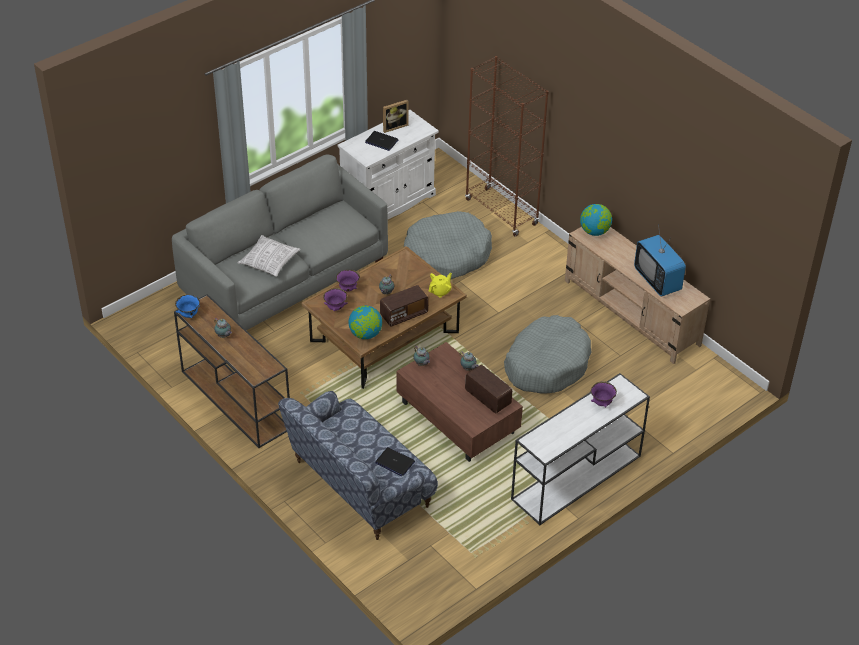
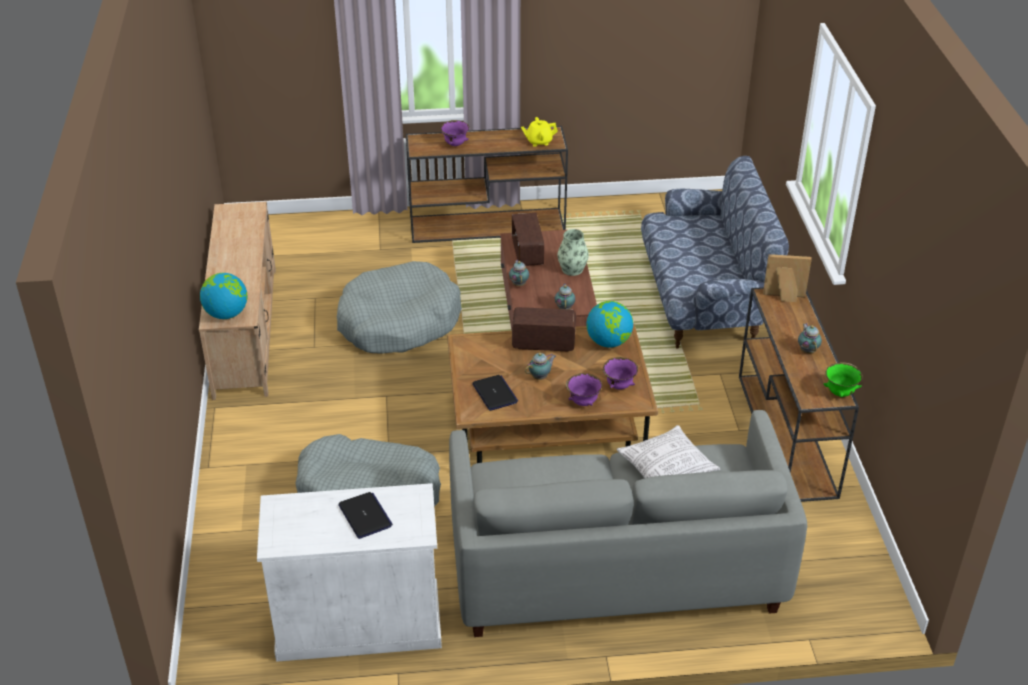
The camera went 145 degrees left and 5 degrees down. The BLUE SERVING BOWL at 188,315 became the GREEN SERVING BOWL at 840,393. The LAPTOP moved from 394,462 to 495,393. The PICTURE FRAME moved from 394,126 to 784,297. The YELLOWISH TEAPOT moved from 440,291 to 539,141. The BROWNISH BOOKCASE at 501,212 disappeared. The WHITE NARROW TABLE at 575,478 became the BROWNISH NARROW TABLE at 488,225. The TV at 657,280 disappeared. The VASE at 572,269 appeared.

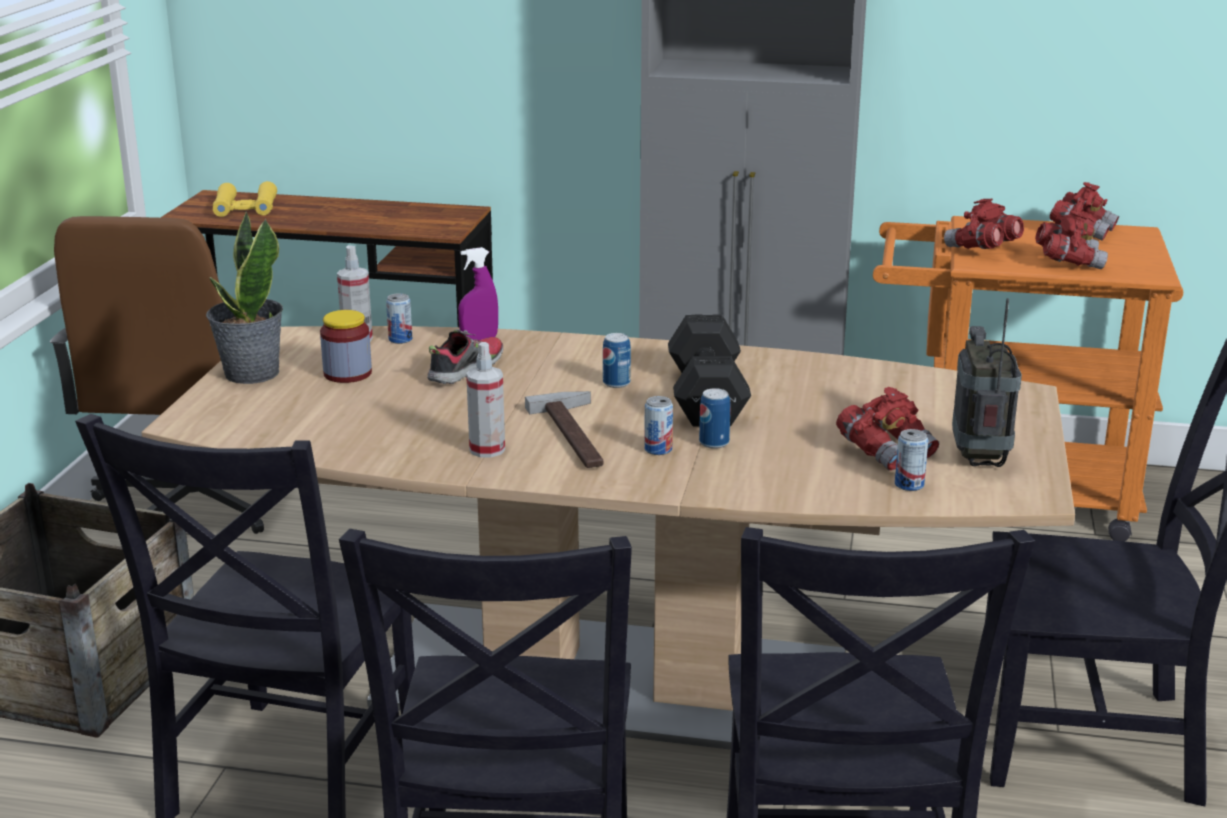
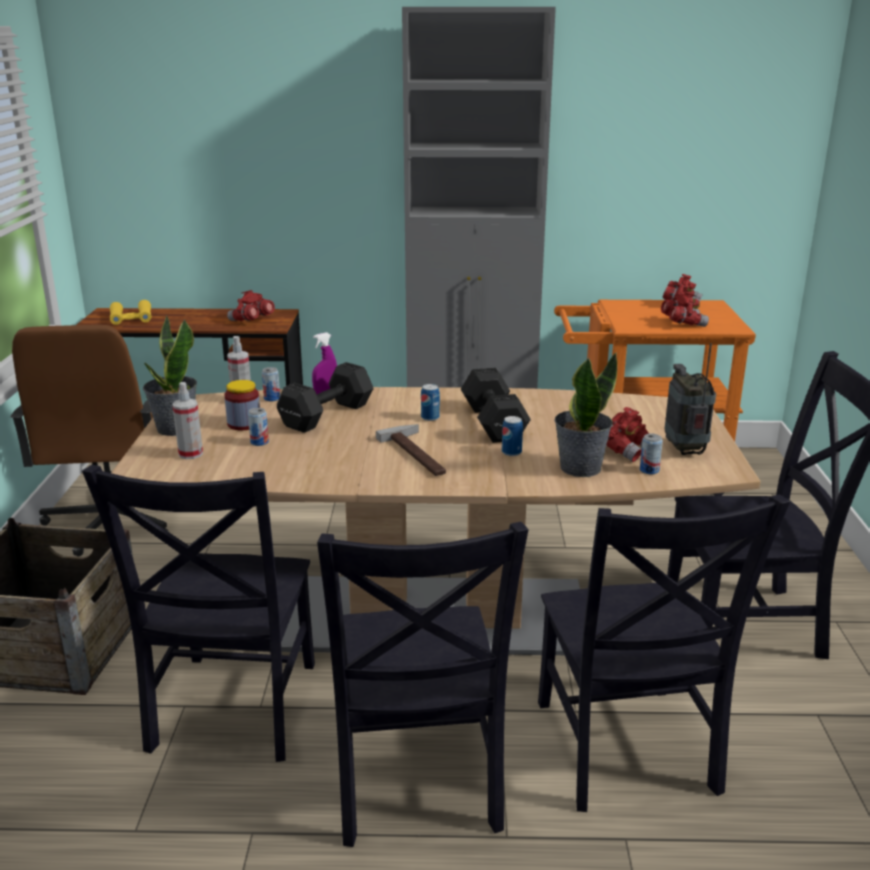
The camera went 10 degrees left and 0 degrees up. The SHOE at 465,370 was replaced by the BLACKISH HAND WEIGHT at 324,416. The SPRAYER moved from 487,450 to 190,454. The CAN moved from 658,449 to 259,442. The RED-COLOURED FIELD GLASSES moved from 982,249 to 251,321. The POTTED PLANT at 579,467 appeared.

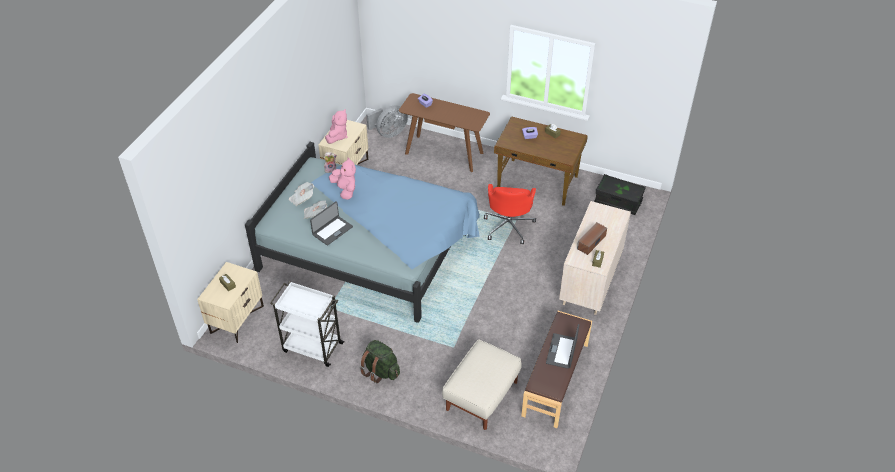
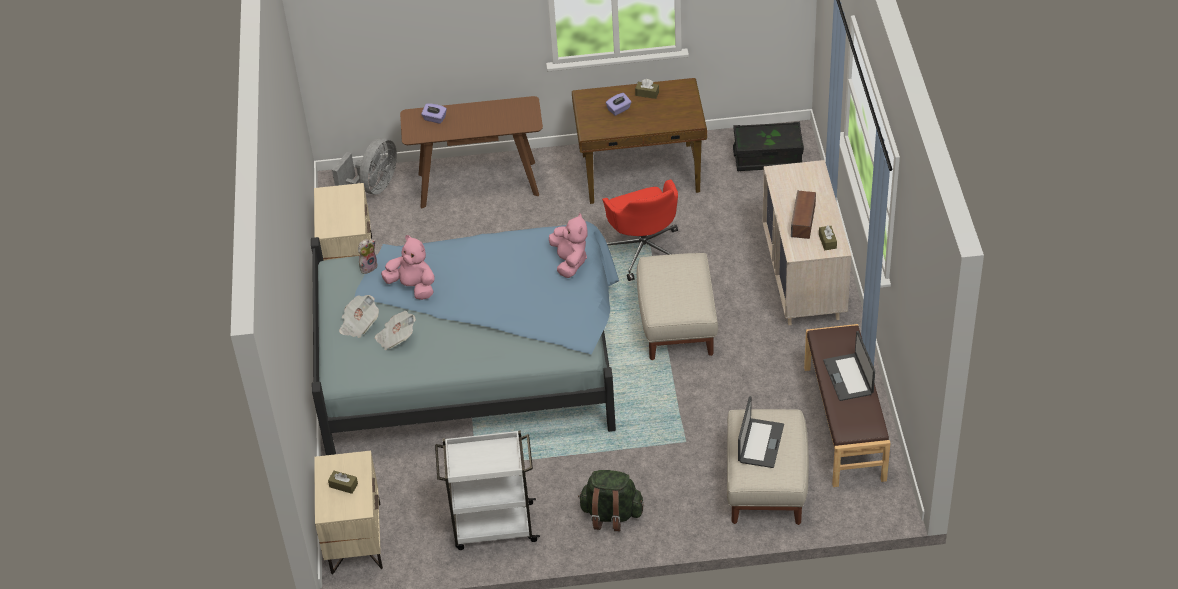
The camera went 25 degrees left and 0 degrees up. The LAPTOP moved from 332,230 to 760,443. The PINK-COLOURED CUDDLY TOY moved from 337,136 to 570,261. The BEIGE-COLOURED OTTOMAN at 676,325 appeared.

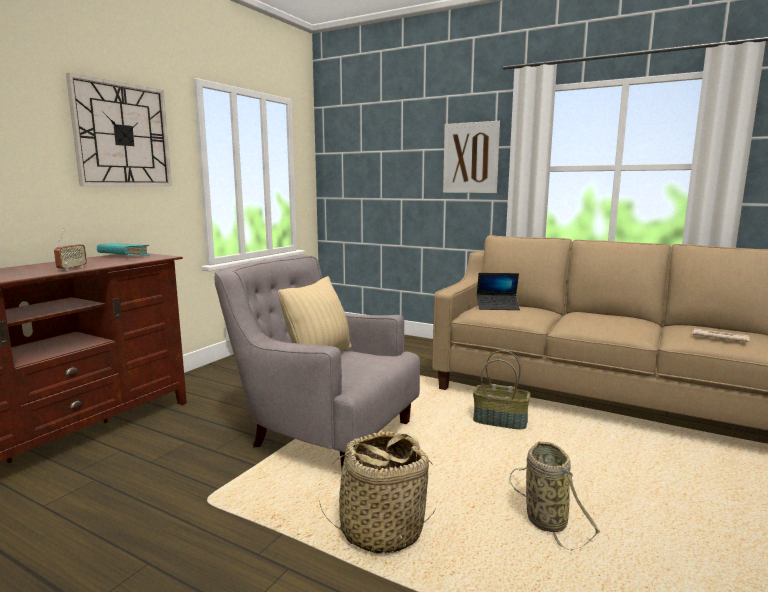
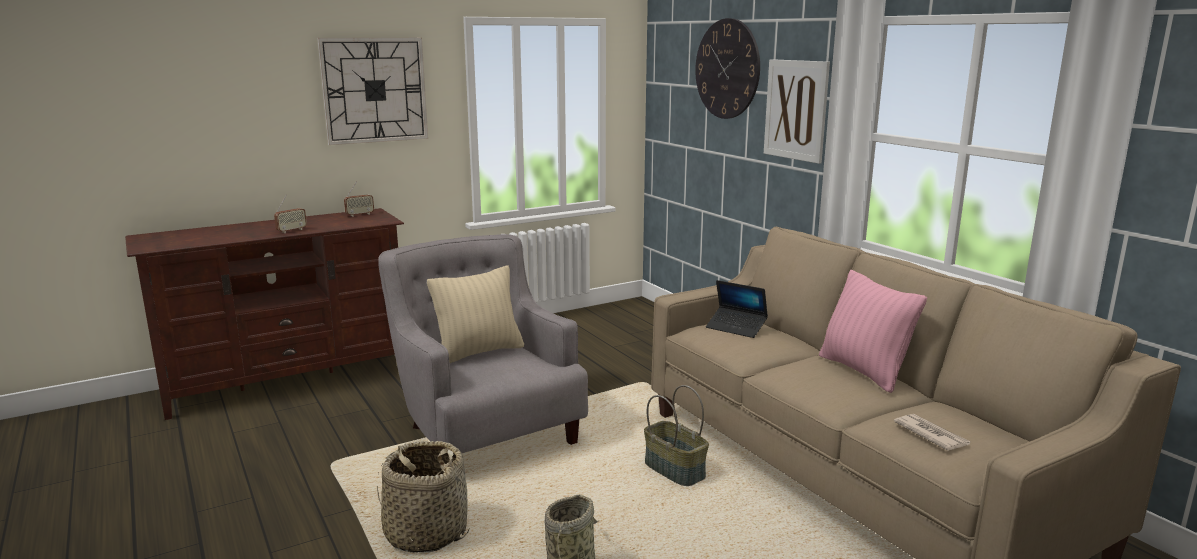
The camera went 30 degrees right and 5 degrees up. The TURQUOISE-COLOURED VOLUME at 124,256 was replaced by the RADIO SET at 360,215. The CLOCK ON THE WALL at 727,69 appeared. The PINK-COLOURED CUSHION at 863,371 appeared.

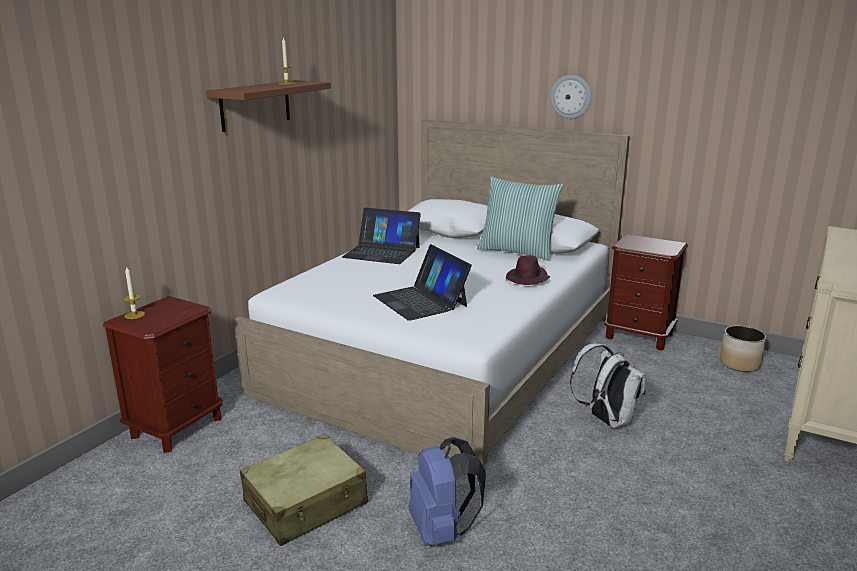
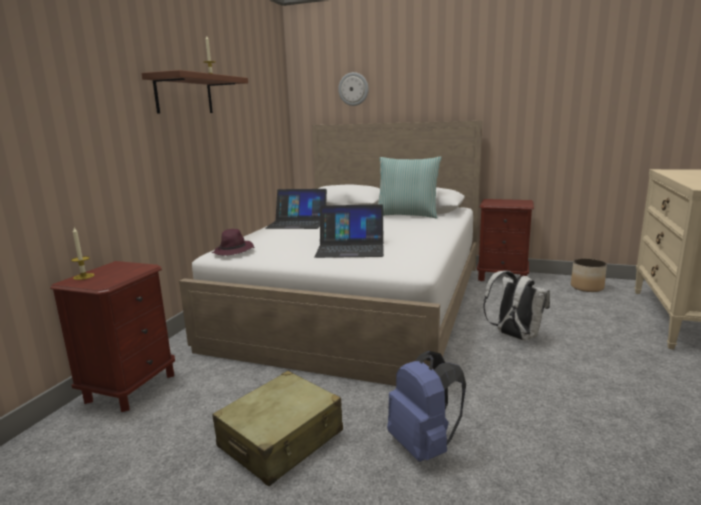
The camera went 10 degrees left and 5 degrees down. The LAPTOP at 420,301 turned 45 degrees counterclockwise. The PURPLISH HAT moved from 527,279 to 233,251. The CLOCK ON THE WALL moved from 571,97 to 353,89.

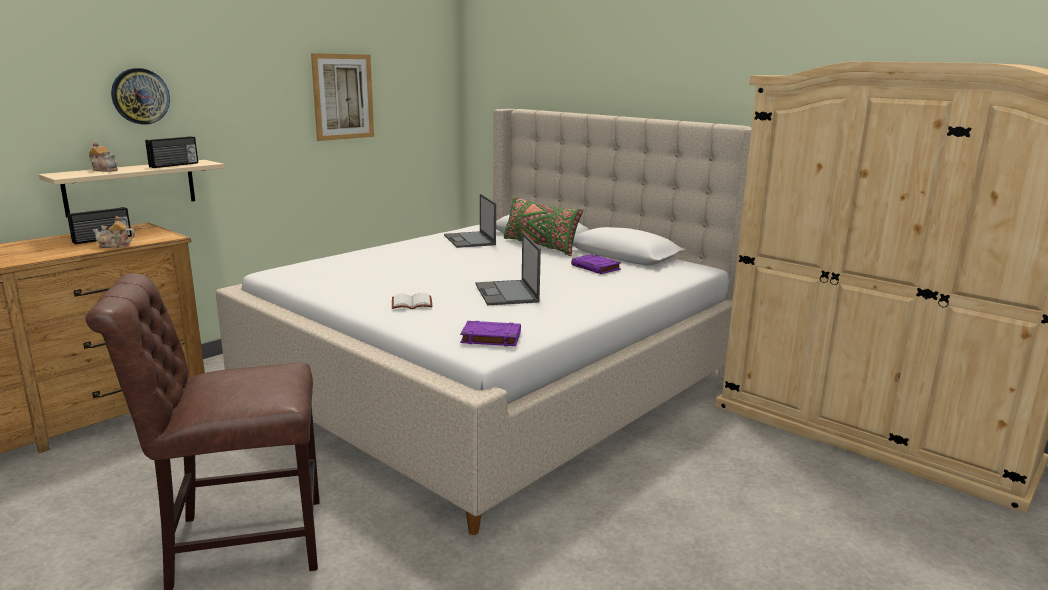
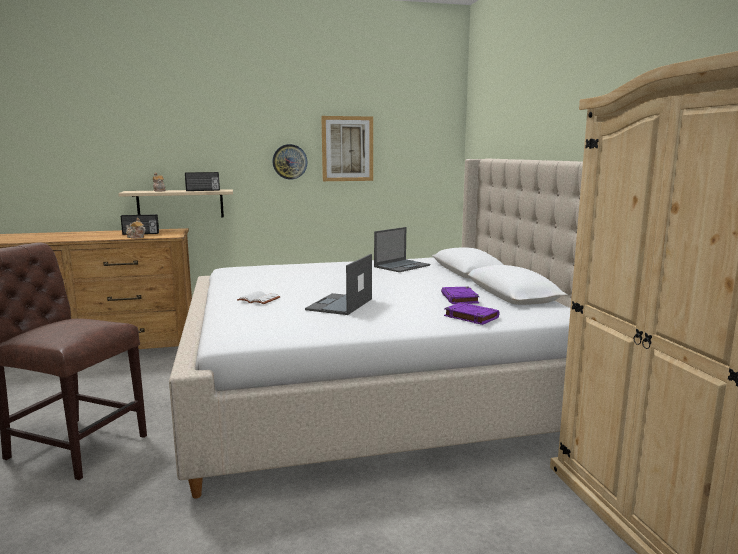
The camera went 35 degrees right and 5 degrees down. The CLOCK ON THE WALL moved from 140,96 to 289,161. The LAPTOP at 470,240 turned 150 degrees counterclockwise. The PURPLISH VOLUME moved from 490,338 to 470,317. The GREEN CUSHION at 540,246 disappeared.

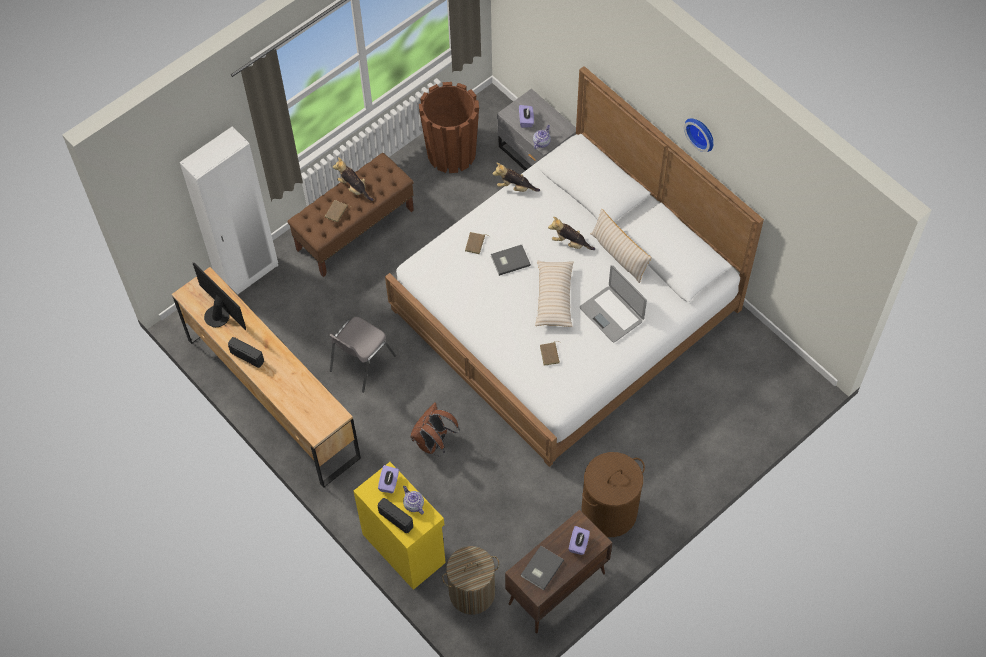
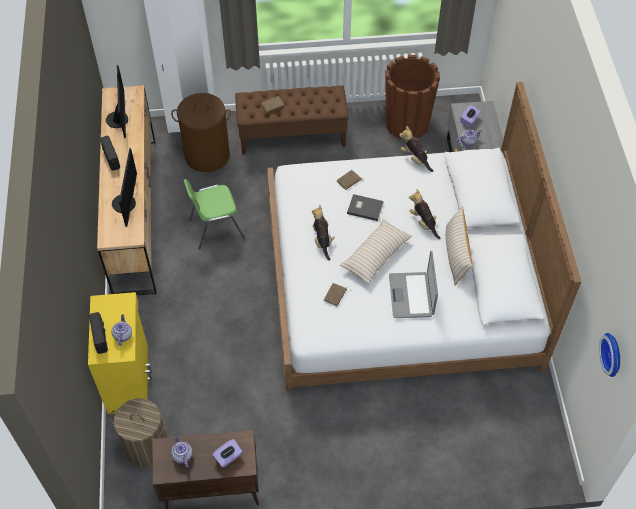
The camera went 35 degrees right and 5 degrees down. The GRAY CHAIR at 361,363 became the GREEN CHAIR at 216,228. The CUDDLY TOY moved from 354,188 to 322,240. The PURPLISH BOX OF TISSUES at 389,483 disappeared. The BROWNISH BACKPACK at 433,443 disappeared. The GRAY VOLUME at 540,568 was replaced by the TEAPOT at 182,455. The BROWNISH WASHING BASKET moved from 609,512 to 207,155. The CLOCK ON THE WALL moved from 701,133 to 613,354. The COMPUTER SCREEN at 126,203 appeared.

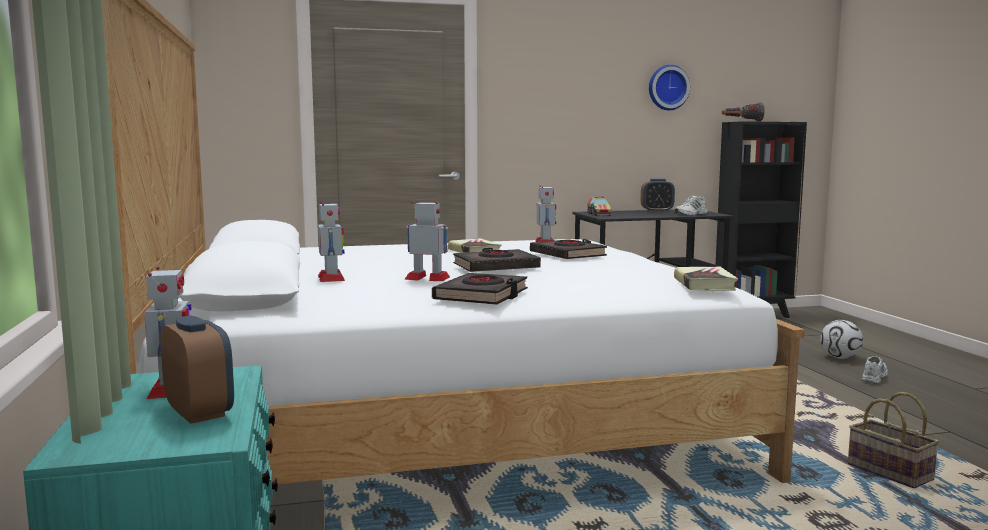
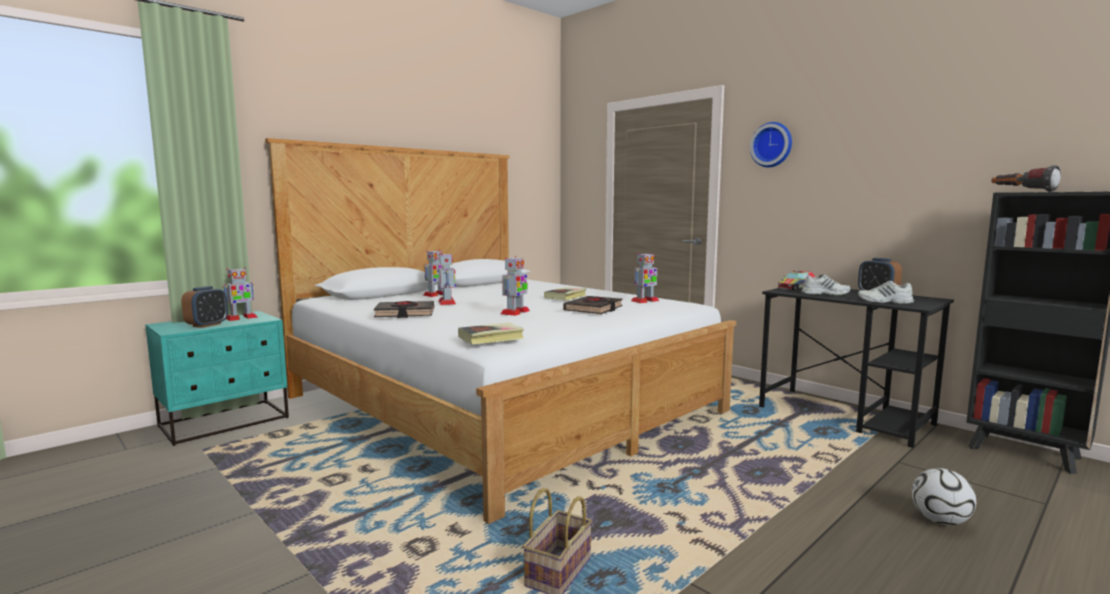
The camera went 60 degrees right and 0 degrees up. The BLACKISH VOLUME at 495,267 disappeared. The CLOCK ON THE WALL moved from 667,87 to 772,145. The WHITE SHOE moved from 873,377 to 825,294. The ROBOT FIGURE at 515,312 appeared.

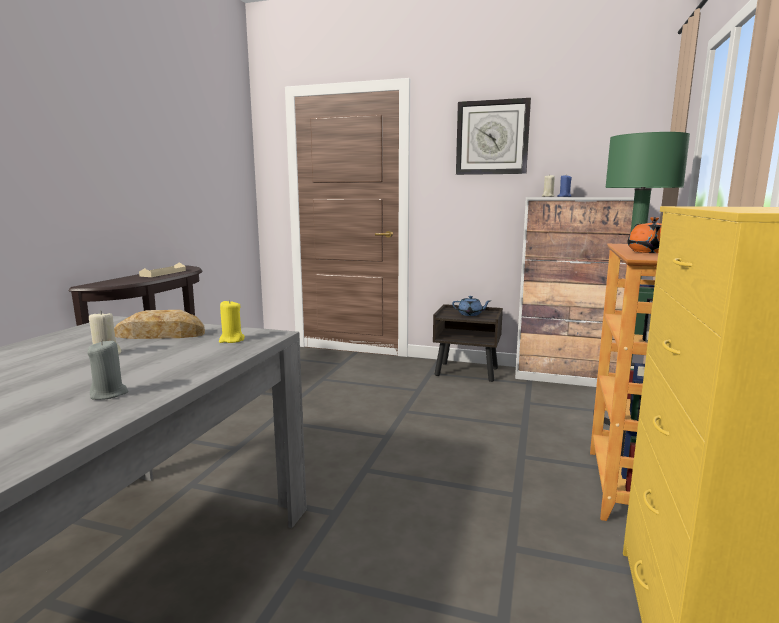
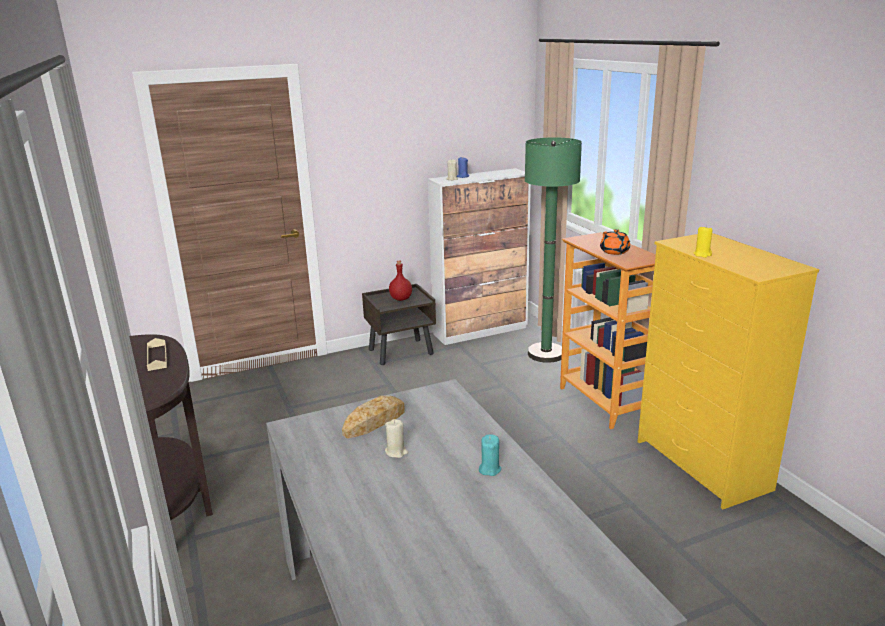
The camera went 40 degrees left and 10 degrees up. The GRAY WAX LIGHT at 109,394 became the TURQUOISE-COLOURED WAX LIGHT at 489,469. The YELLOWISH WAX LIGHT moved from 231,340 to 702,254. The BLUE TEAPOT at 470,314 was replaced by the RED-COLOURED BEVERAGE BOTTLE at 401,299. The CLOCK ON THE WALL at 492,137 disappeared.

